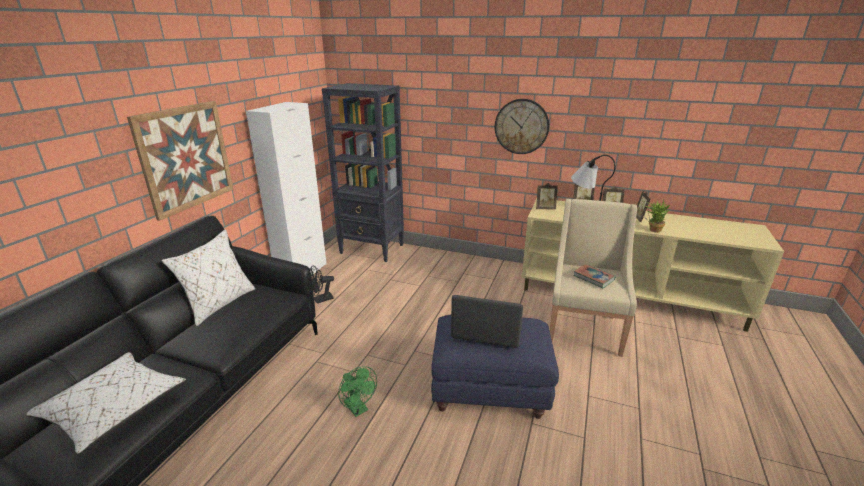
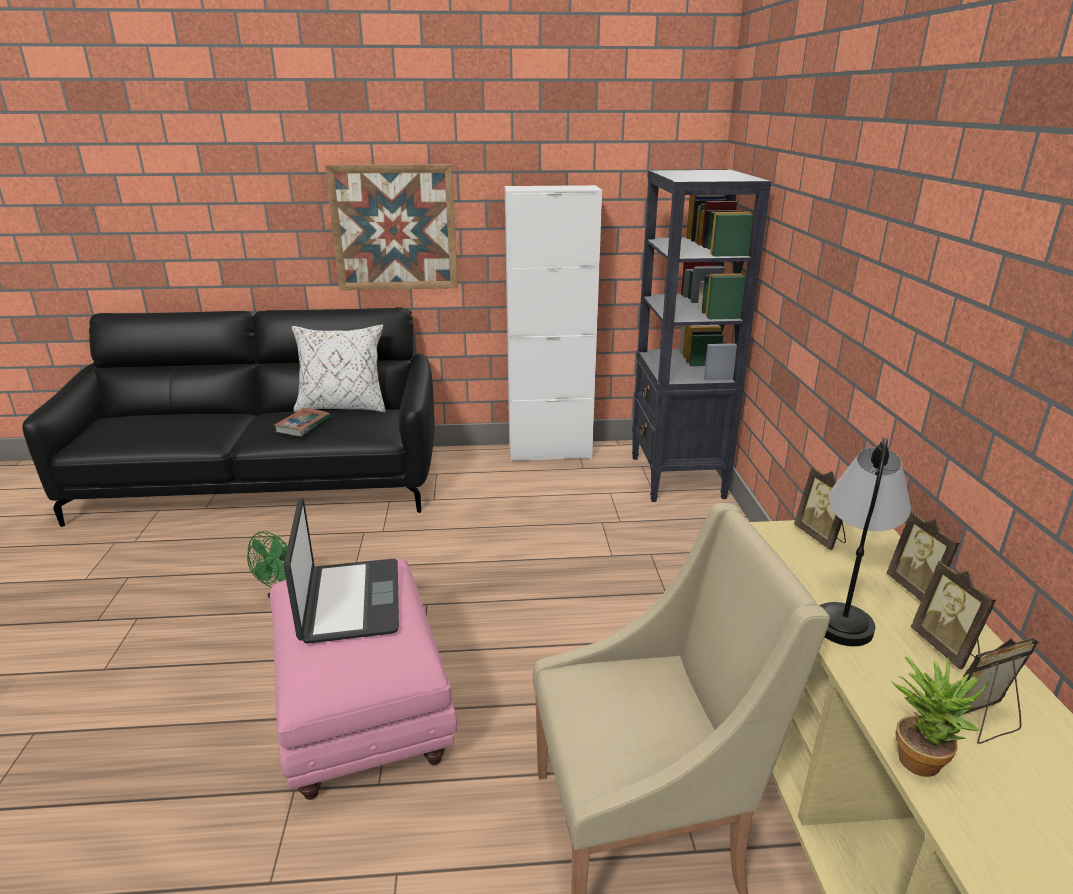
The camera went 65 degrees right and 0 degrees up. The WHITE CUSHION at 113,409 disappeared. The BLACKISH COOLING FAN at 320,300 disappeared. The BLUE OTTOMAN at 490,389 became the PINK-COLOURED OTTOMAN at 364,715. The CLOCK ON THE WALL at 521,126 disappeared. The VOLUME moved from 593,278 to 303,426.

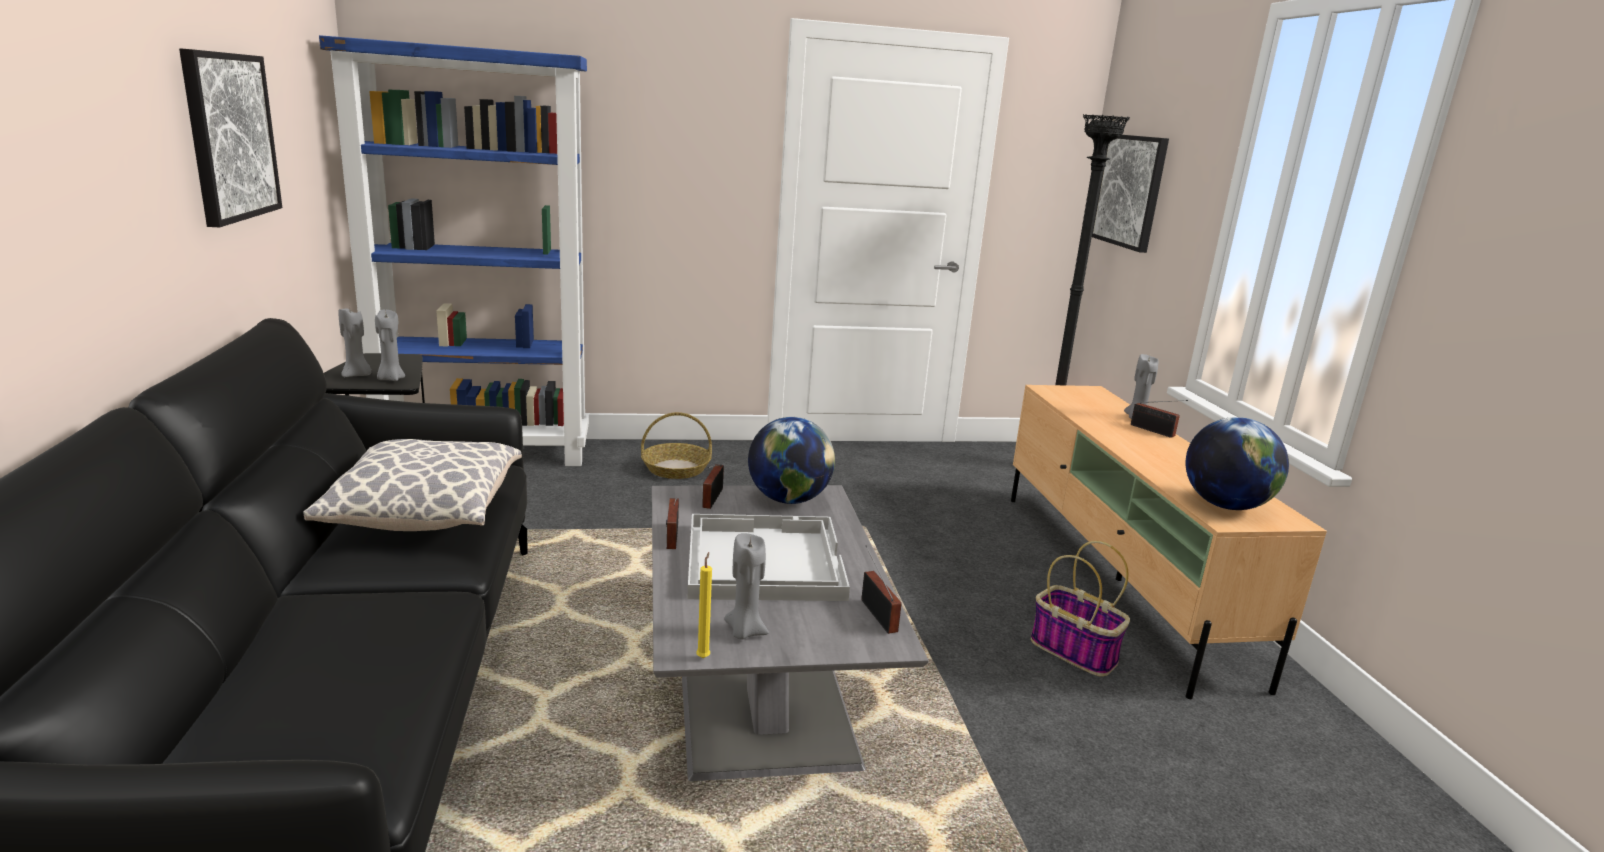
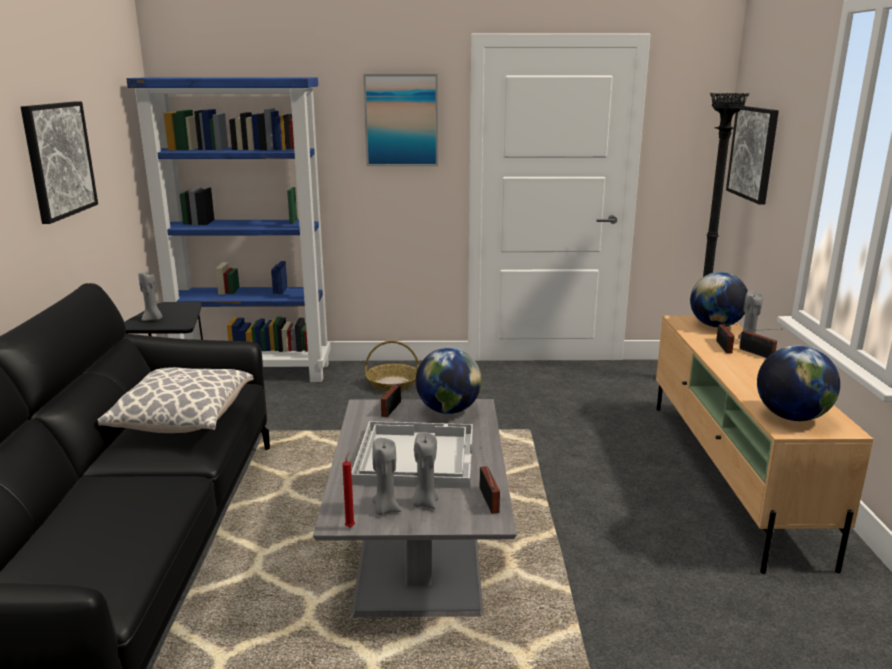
The camera went 10 degrees right and 0 degrees up. The GRAY WAX LIGHT moved from 390,379 to 425,503. The RADIO SET moved from 671,537 to 724,347. The YELLOWISH WAX LIGHT at 703,656 became the RED-COLOURED WAX LIGHT at 350,526. The BASKET at 1075,651 disappeared. The WALL PICTURE at 401,120 appeared. The DESK GLOBE at 715,325 appeared.

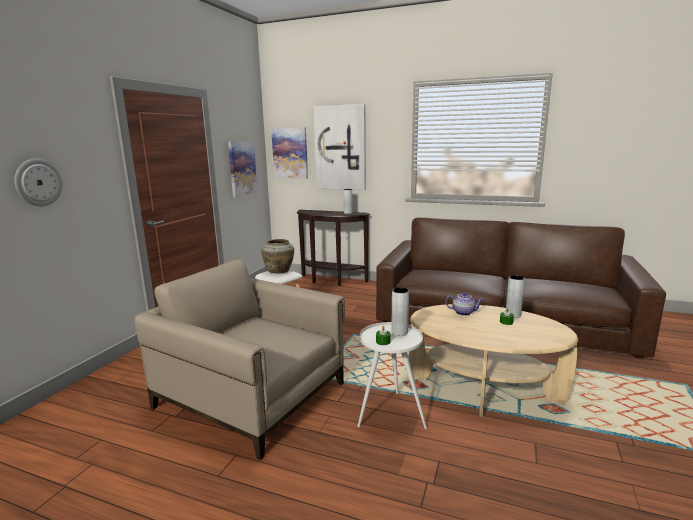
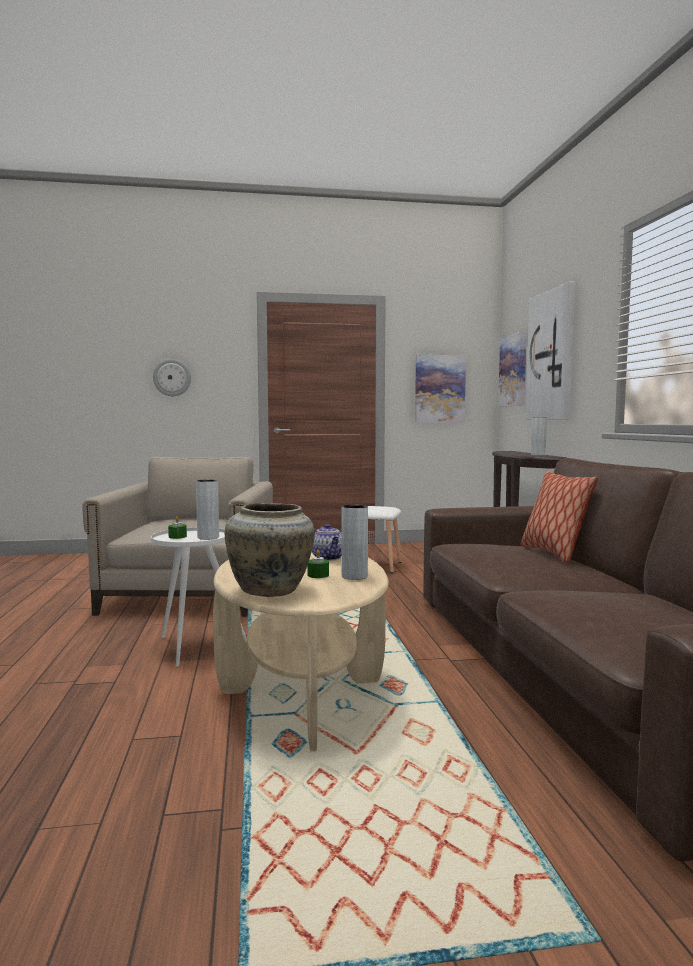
The camera went 60 degrees right and 10 degrees down. The BEIGE-COLOURED VASE moved from 279,271 to 271,591. The CUSHION at 553,553 appeared.

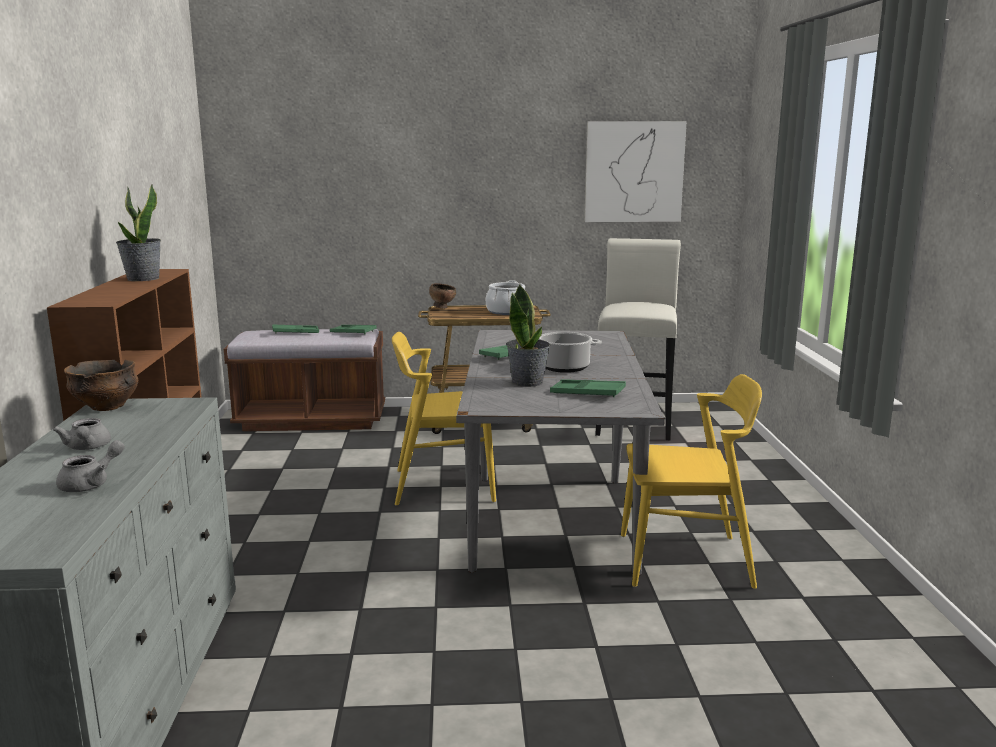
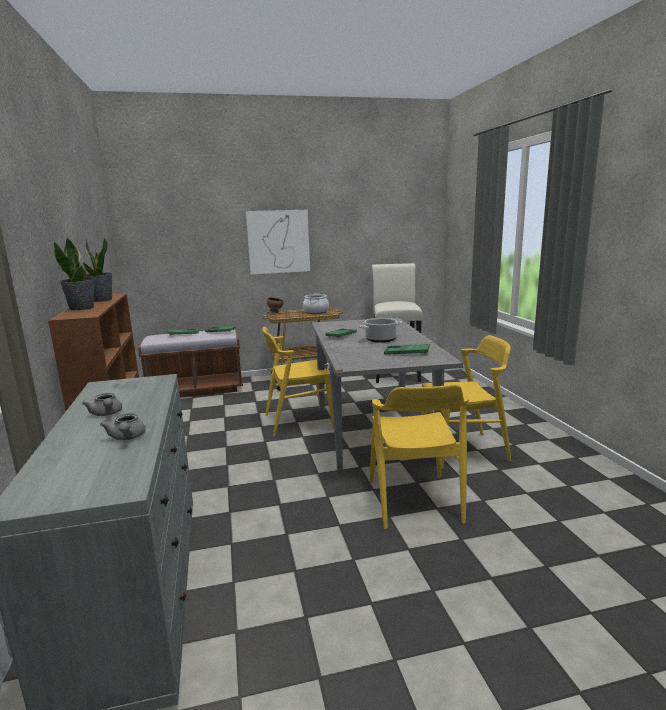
The camera went 10 degrees left and 0 degrees up. The GRAY TEAPOT at 91,484 turned 135 degrees clockwise. The SERVING BOWL at 107,406 disappeared. The POTTED PLANT moved from 527,382 to 82,308. The WALL PICTURE moved from 634,172 to 278,242. The YELLOWISH CHAIR at 414,501 appeared.

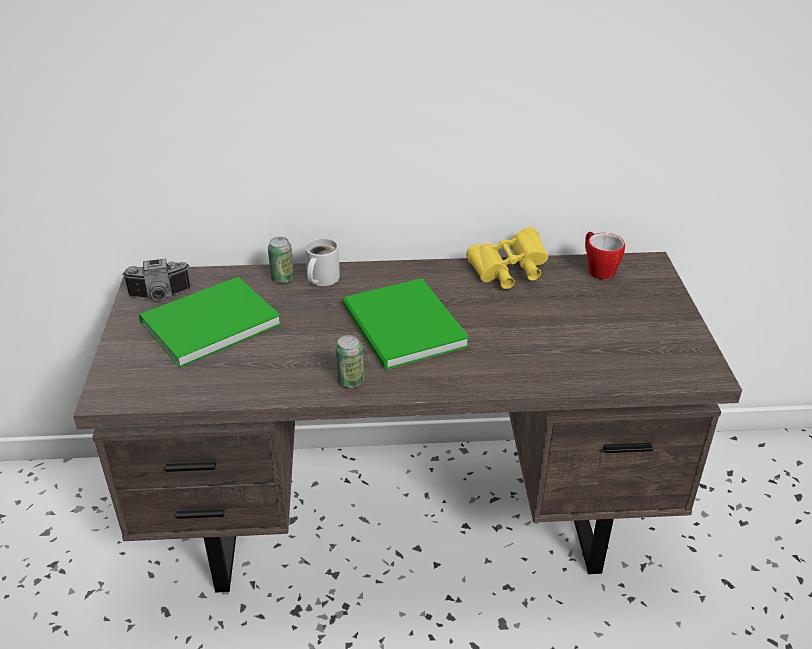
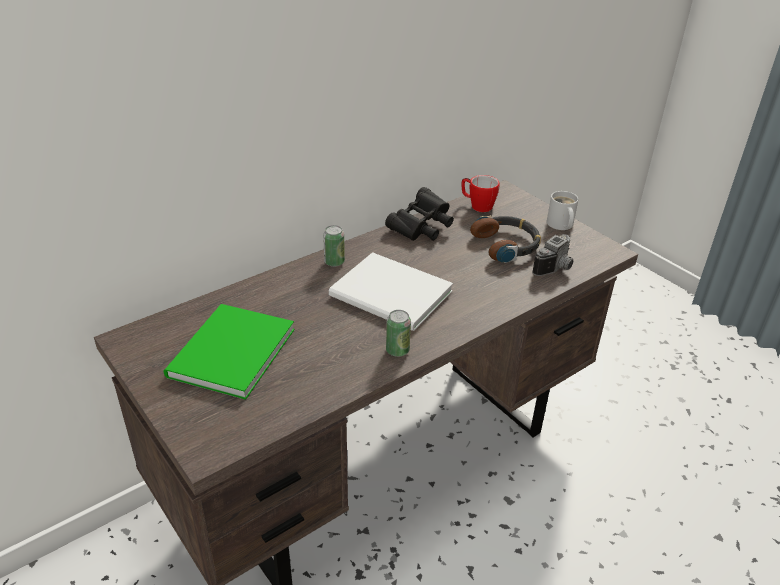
The camera went 35 degrees left and 0 degrees up. The PHOTO CAMERA moved from 160,296 to 556,268. The CAN moved from 282,278 to 334,262. The WHITE MUG moved from 320,279 to 560,225. The GREEN VOLUME at 402,329 became the WHITE VOLUME at 392,296. The YELLOWISH FIELD GLASSES at 508,272 became the BLACKISH FIELD GLASSES at 421,228. The PAIR OF HEADPHONES at 507,245 appeared.

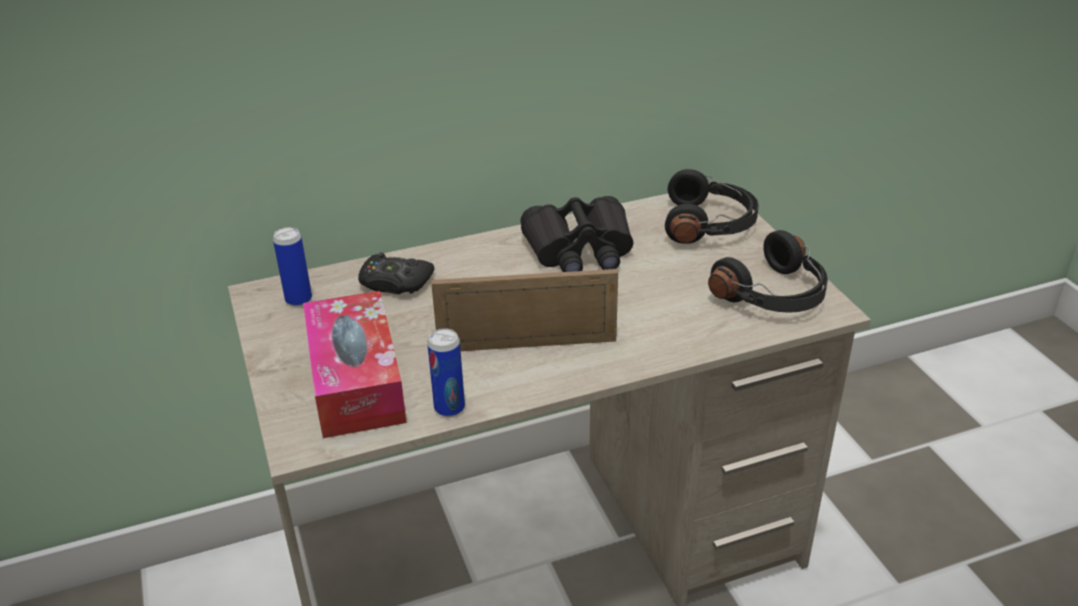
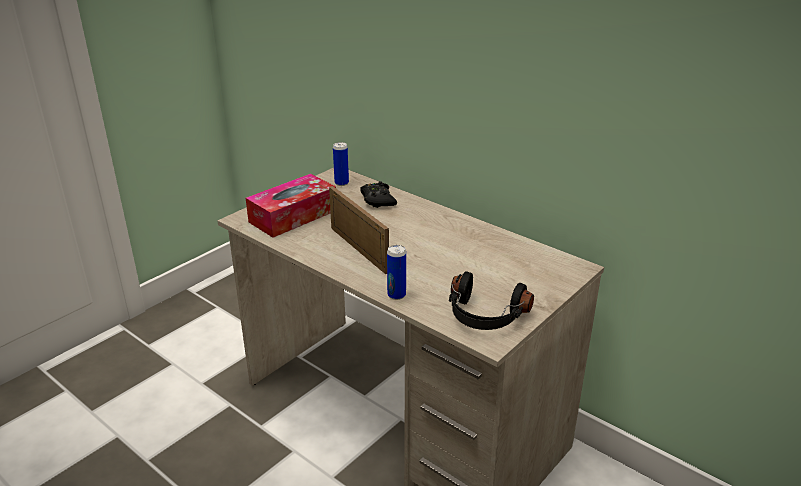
The camera went 60 degrees right and 5 degrees down. The CAN moved from 449,408 to 396,295. The BLACKISH FIELD GLASSES at 579,250 disappeared. The BLACKISH PAIR OF HEADPHONES at 709,224 disappeared.

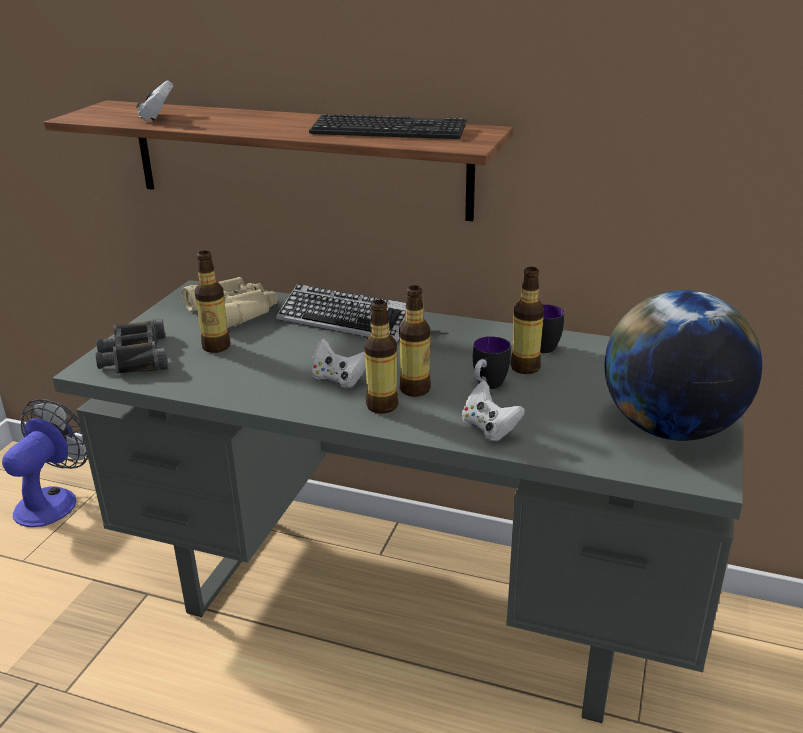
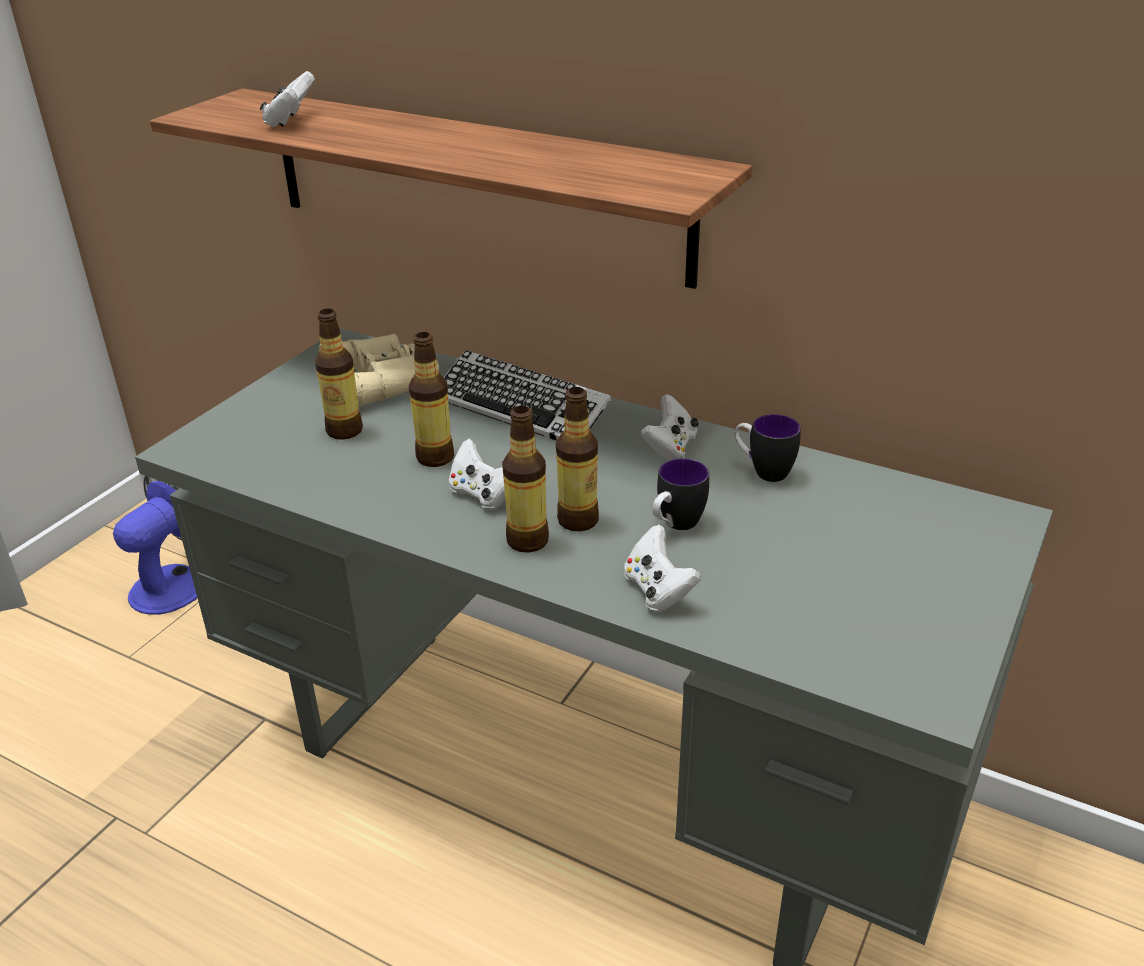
The camera went 10 degrees right and 5 degrees up. The BLACKISH FIELD GLASSES at 134,356 disappeared. The KEYBOARD at 388,131 disappeared. The BEVERAGE BOTTLE moved from 525,367 to 435,458. The DESK GLOBE at 670,428 disappeared. The WHITE JOYPAD at 670,448 appeared.

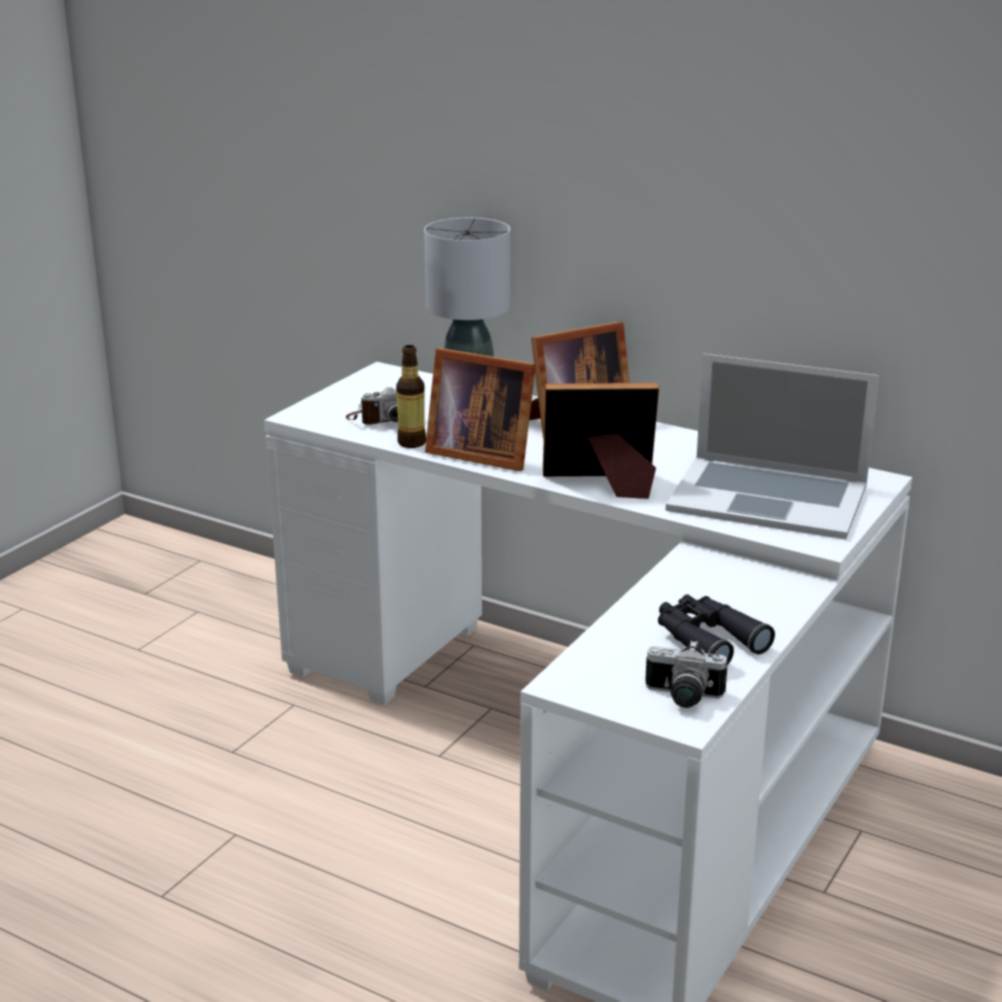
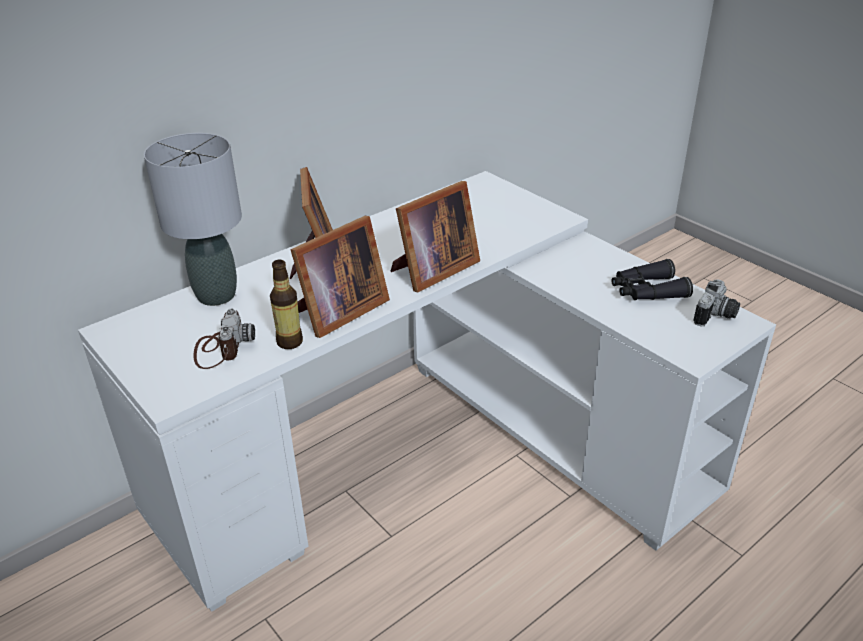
The camera went 70 degrees left and 10 degrees up. The PICTURE FRAME at 603,484 turned 150 degrees counterclockwise. The LAPTOP at 768,497 disappeared.

